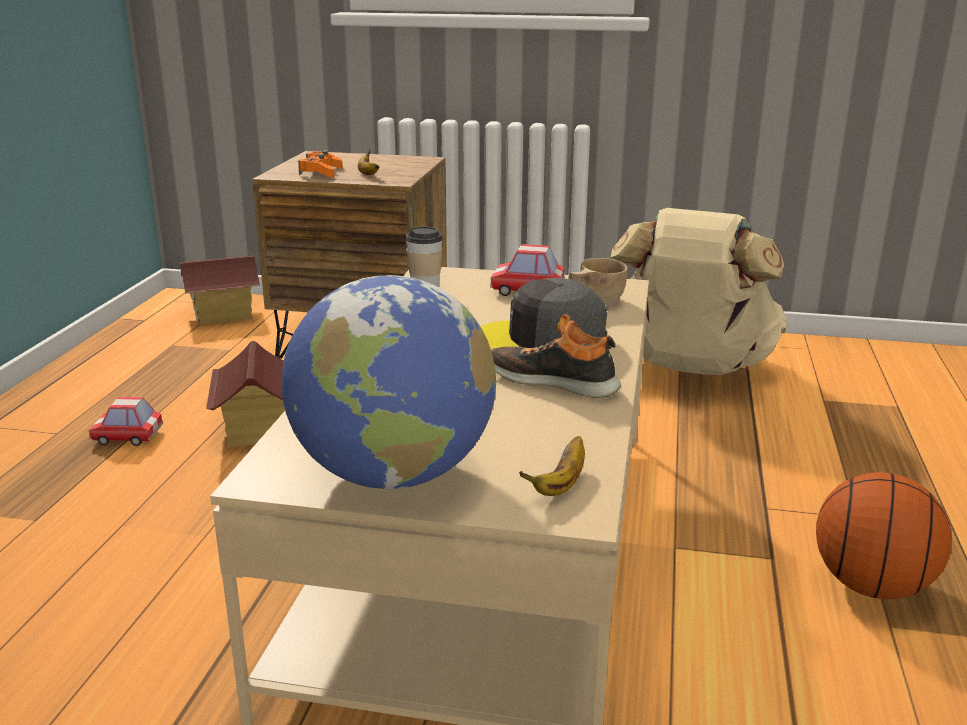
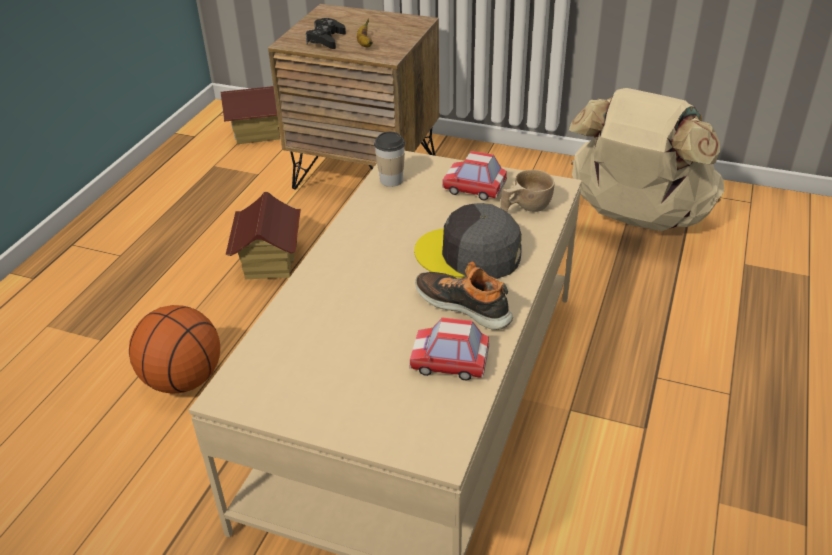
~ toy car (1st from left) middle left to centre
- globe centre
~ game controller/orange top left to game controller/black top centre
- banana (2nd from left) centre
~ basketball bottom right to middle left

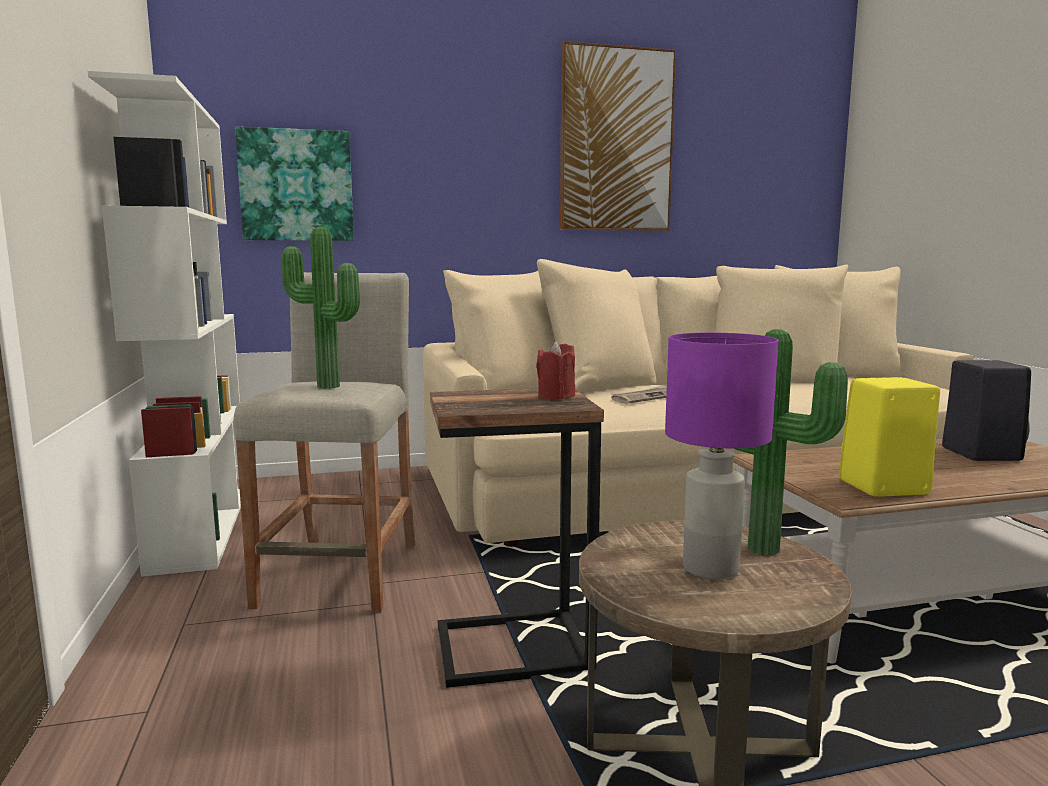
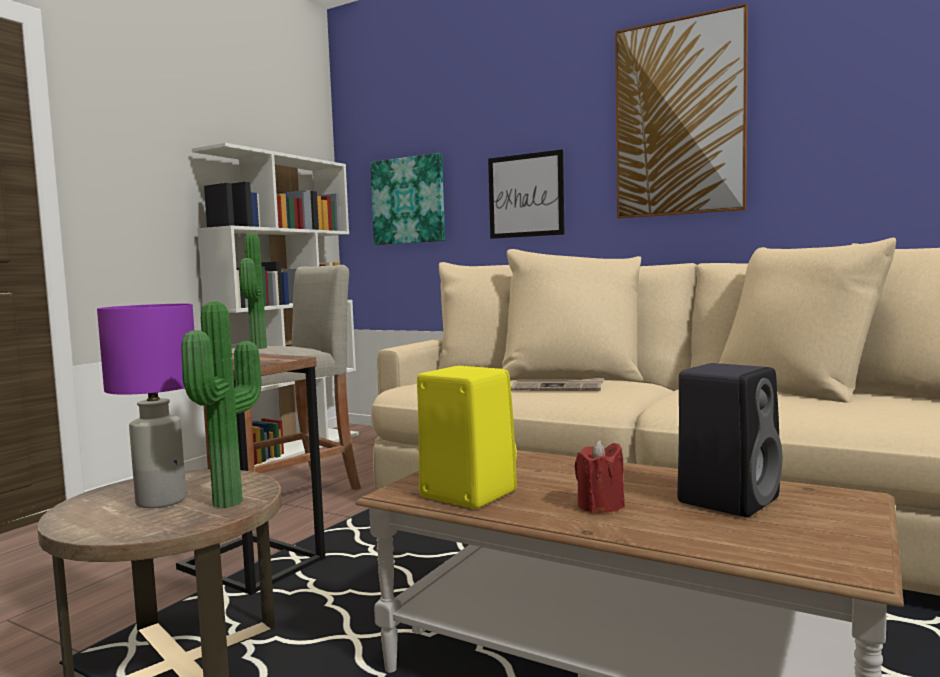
~ candle/red centre to bottom centre
+ picture (2nd from left) top centre

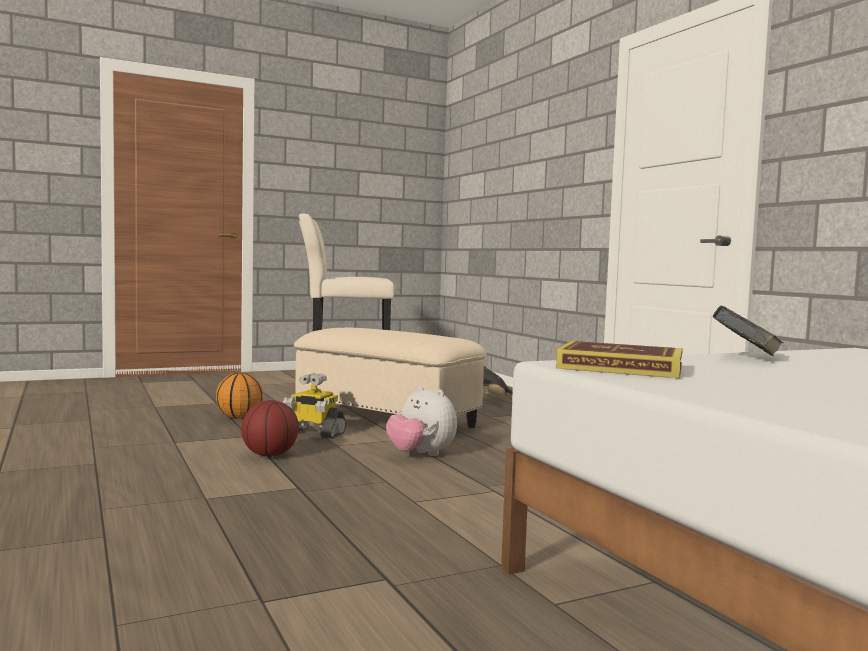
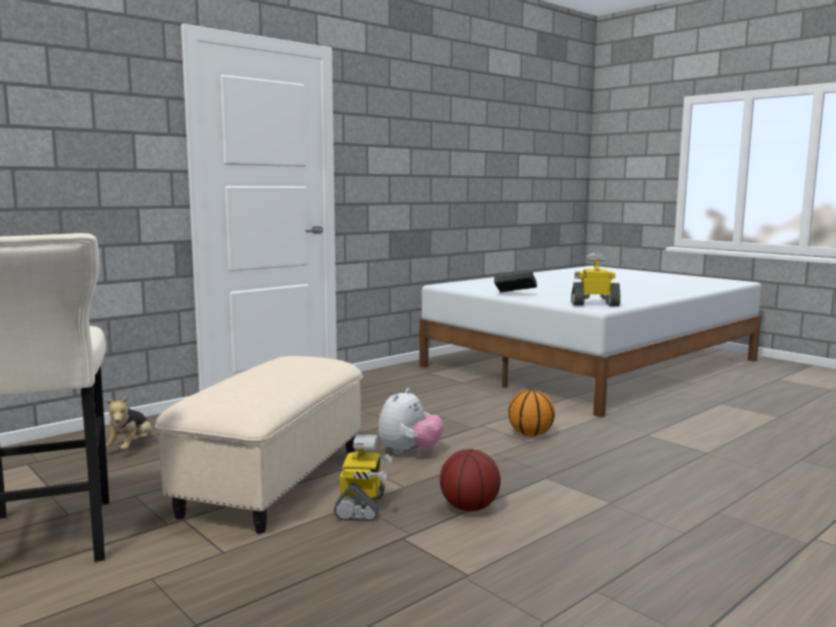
~ basketball (1st from left in the first image) middle left to basketball (2nd from left) centre
~ book (1st from left) middle right to toy robot (2nd from left) middle right

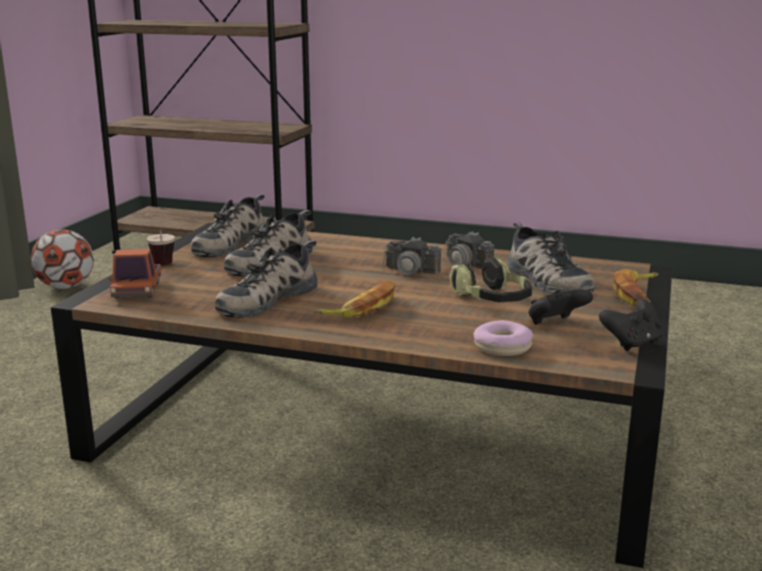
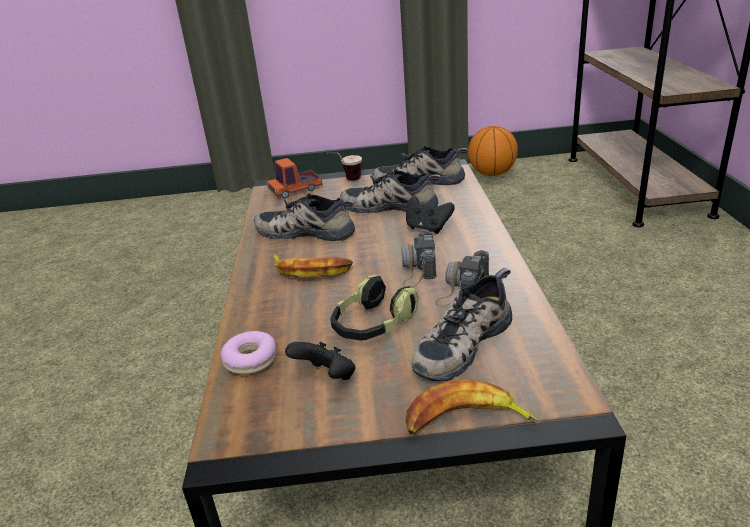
~ football middle left to basketball top centre
~ game controller/black (2nd from left) middle right to centre

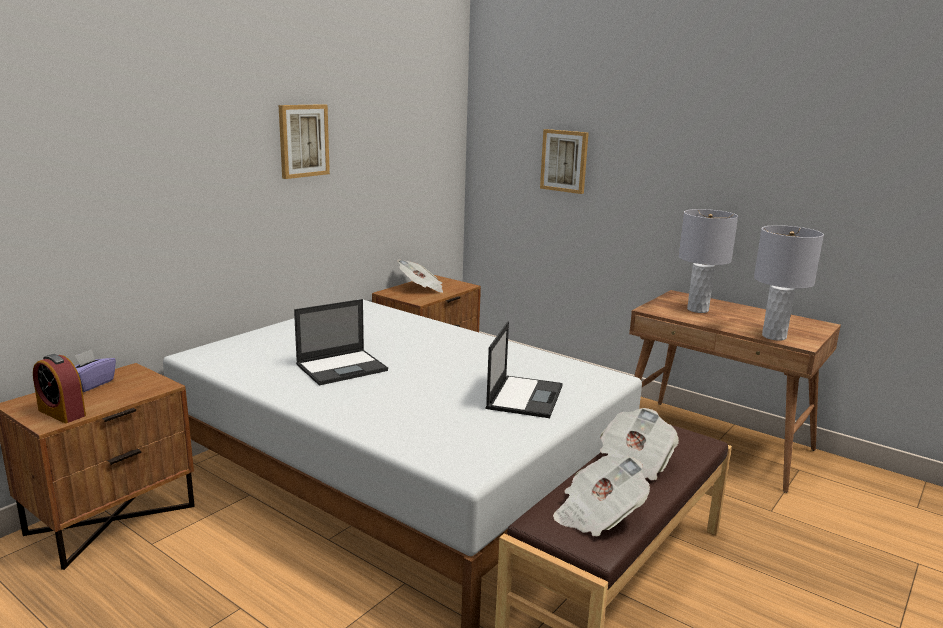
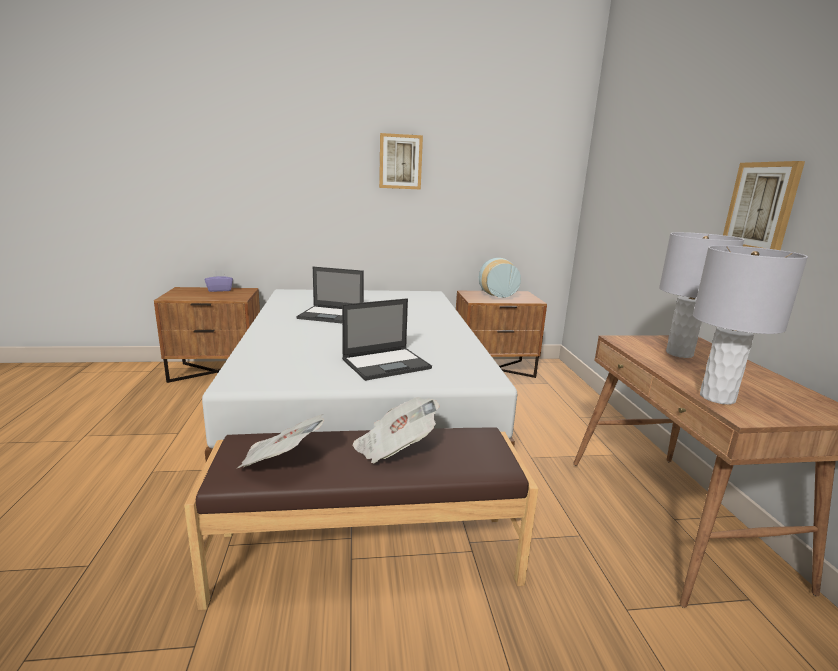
- alarm clock middle left
~ newspaper (1st from left) centre to vase centre
~ picture (2nd from left) top centre to top right

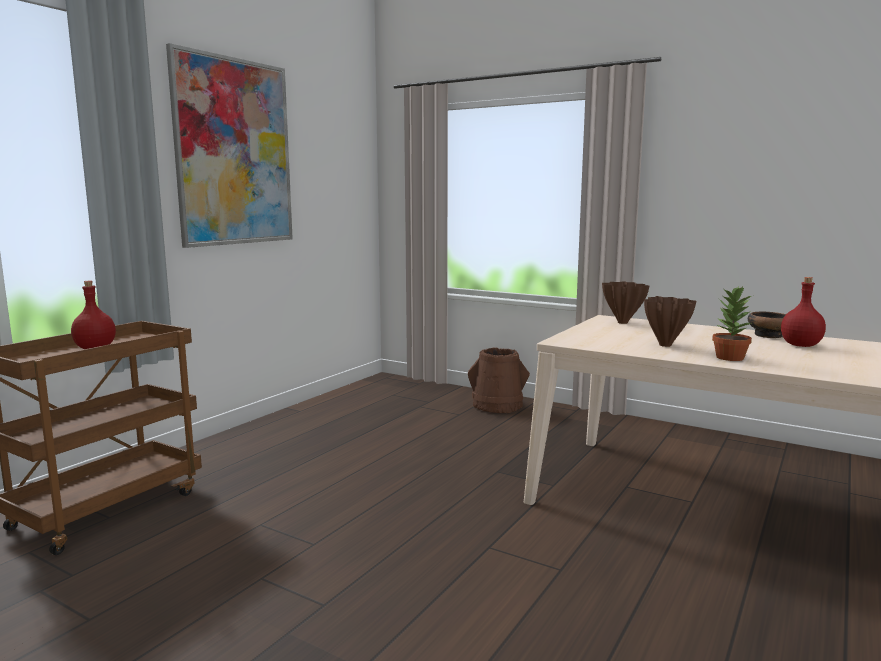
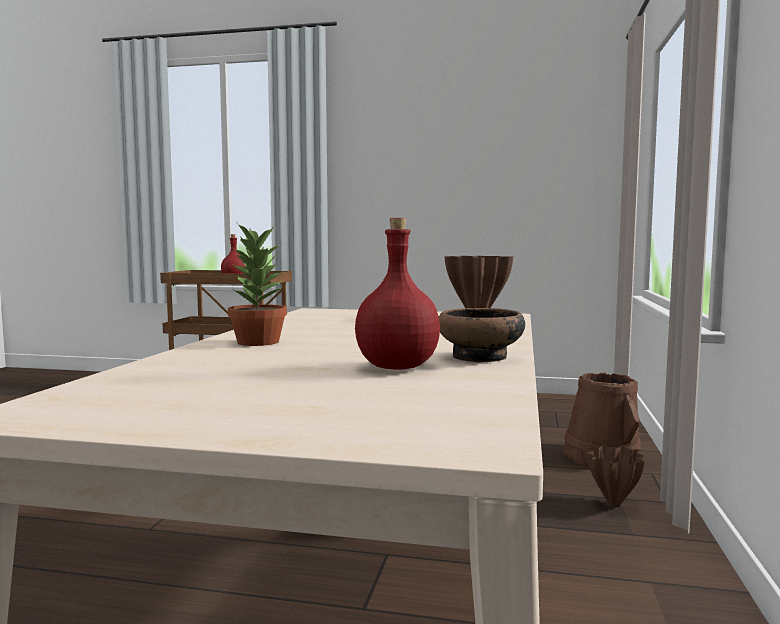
- picture top left
~ vase/brown (2nd from left) middle right to bottom right

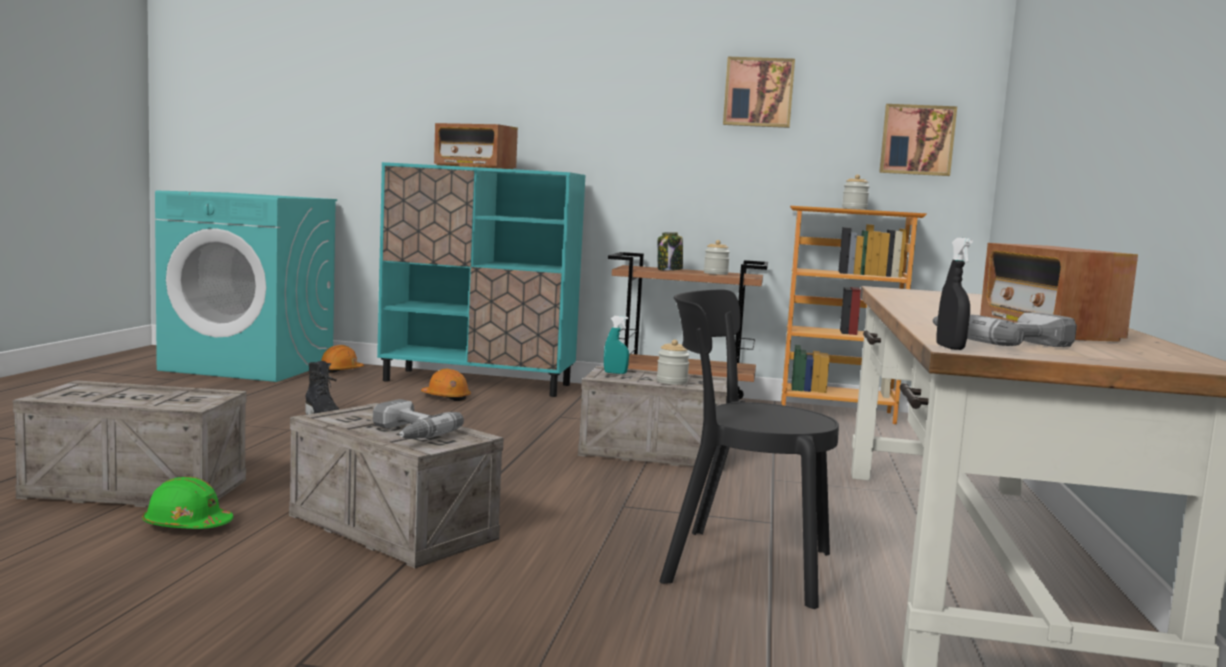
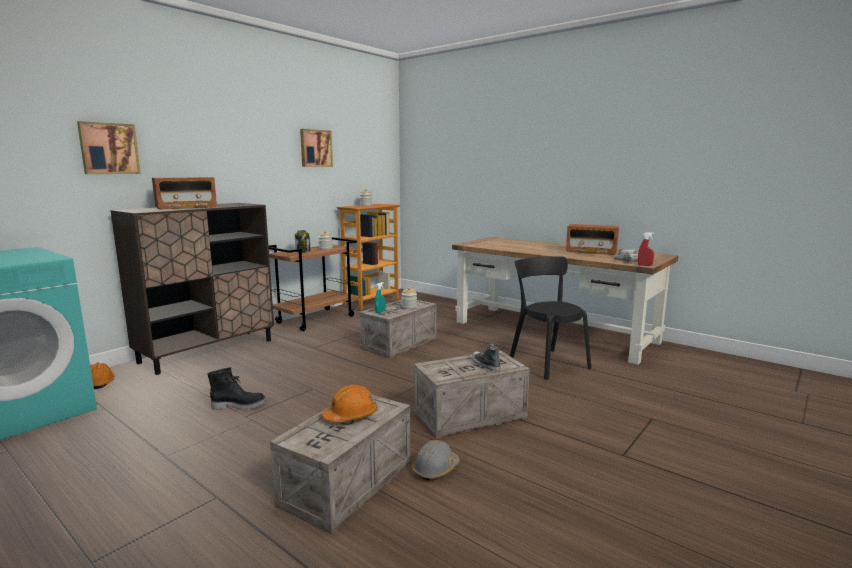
~ hard hat/green bottom left to hard hat/grey bottom centre
~ power drill (1st from left) centre to shoe centre
~ cabinet/turquoise centre to cabinet/brown middle left
~ hard hat/orange (2nd from left) centre to bottom centre
~ chair/black bottom centre = centre 105 degrees clockwise
~ picture (2nd from left in the first image) top right to picture (1st from left) top left
~ spray bottle/black middle right to spray bottle/red middle right

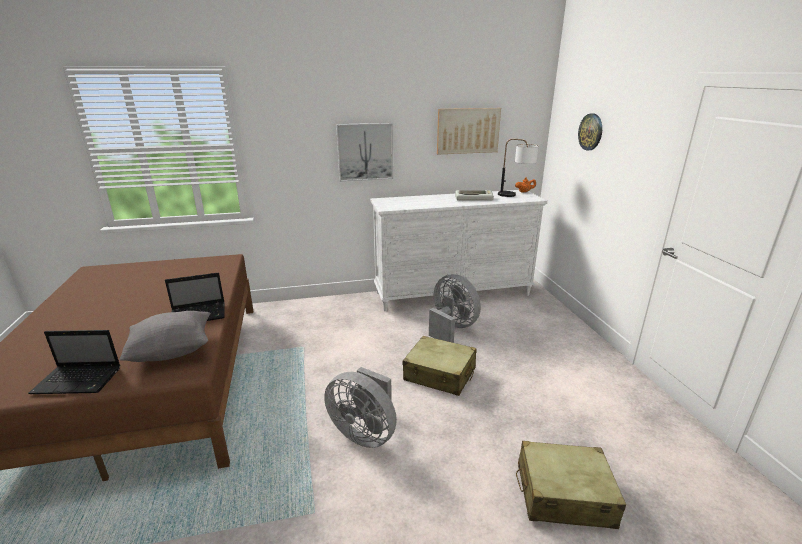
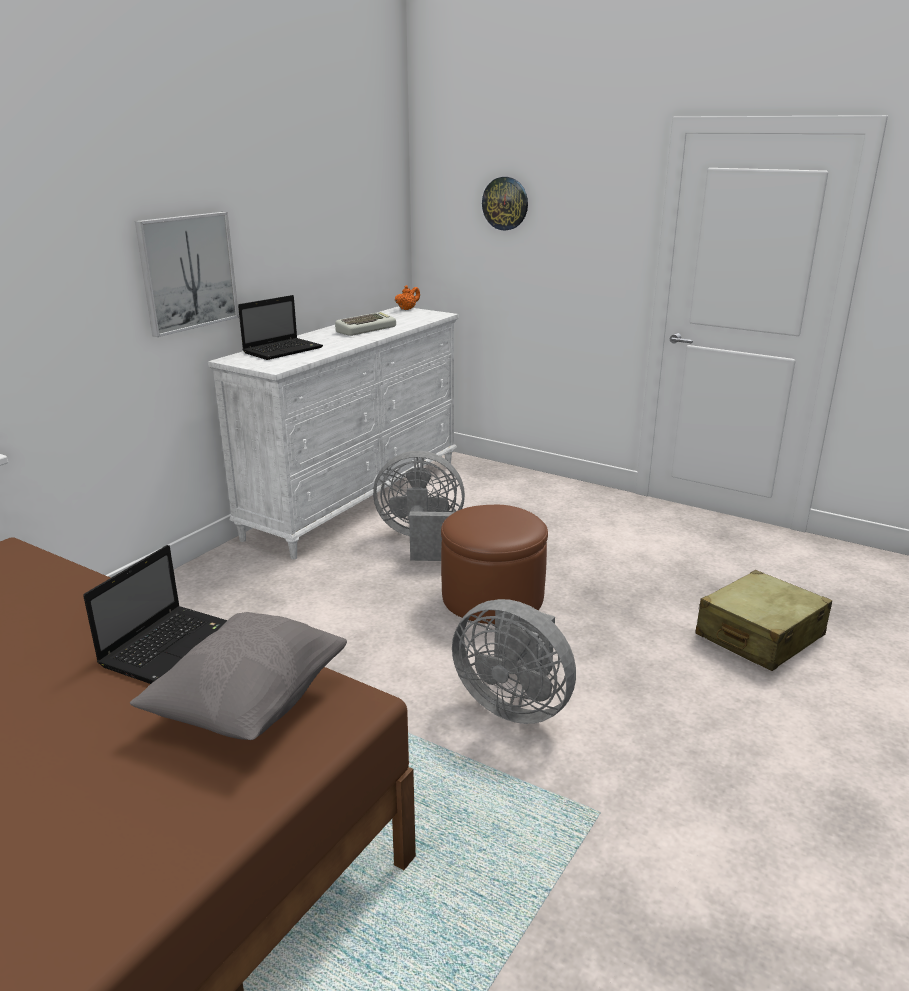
~ laptop (1st from left in the first image) middle left to laptop (2nd from left) top left
~ fan/grey (1st from left in the first image) bottom centre = bottom centre 45 degrees clockwise
~ suitcase/beige (1st from left) bottom centre to ottoman/brown centre
- picture (2nd from left) top centre
- table lamp top centre

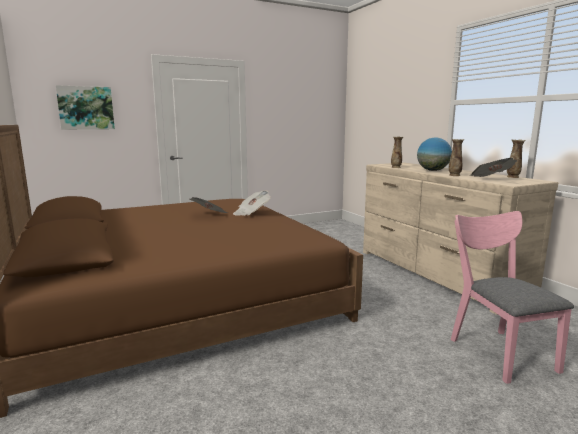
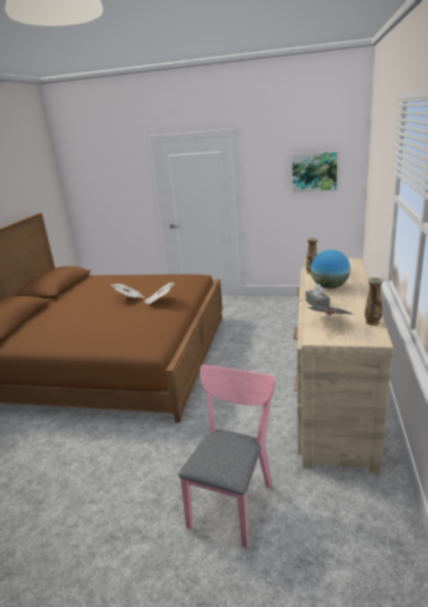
~ picture top left to top right
~ vase (2nd from left) middle right to tissue box/grey middle right

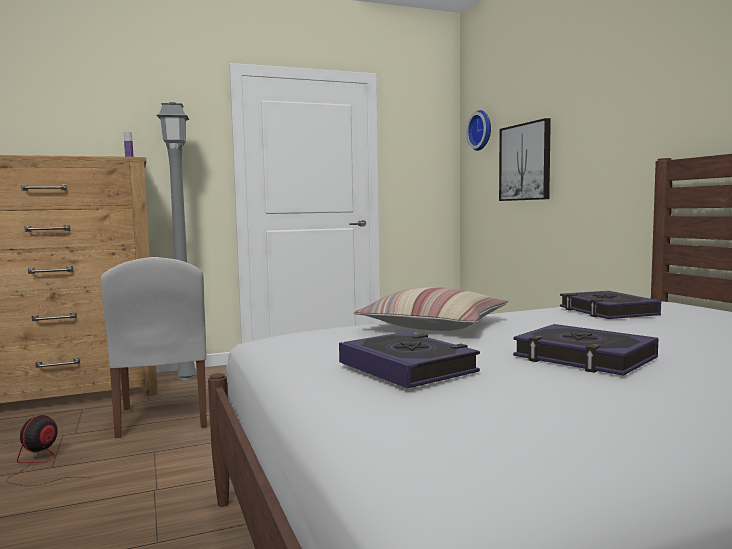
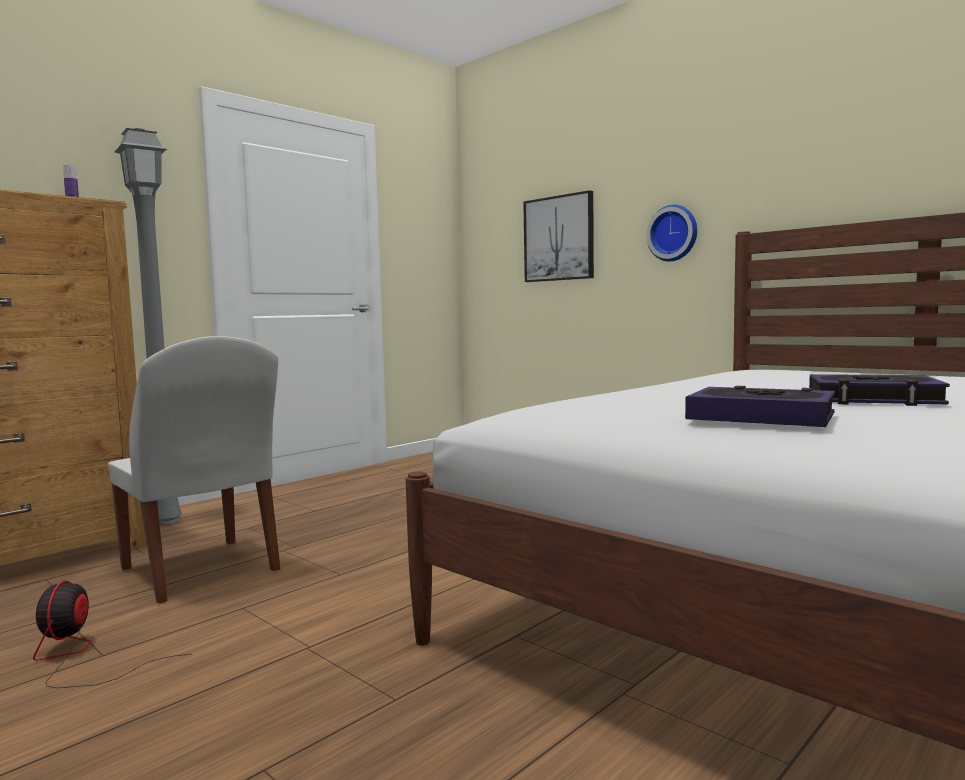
- pillow centre
~ wall clock top centre to top right
- book (3rd from left) middle right

